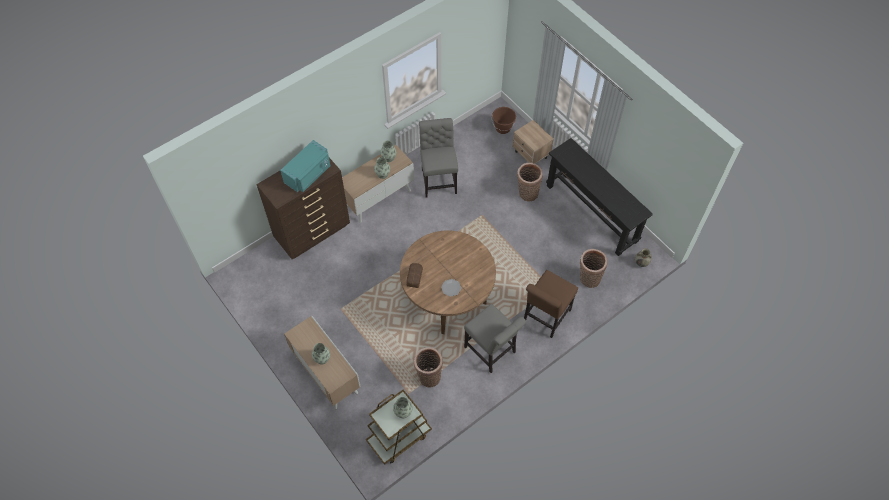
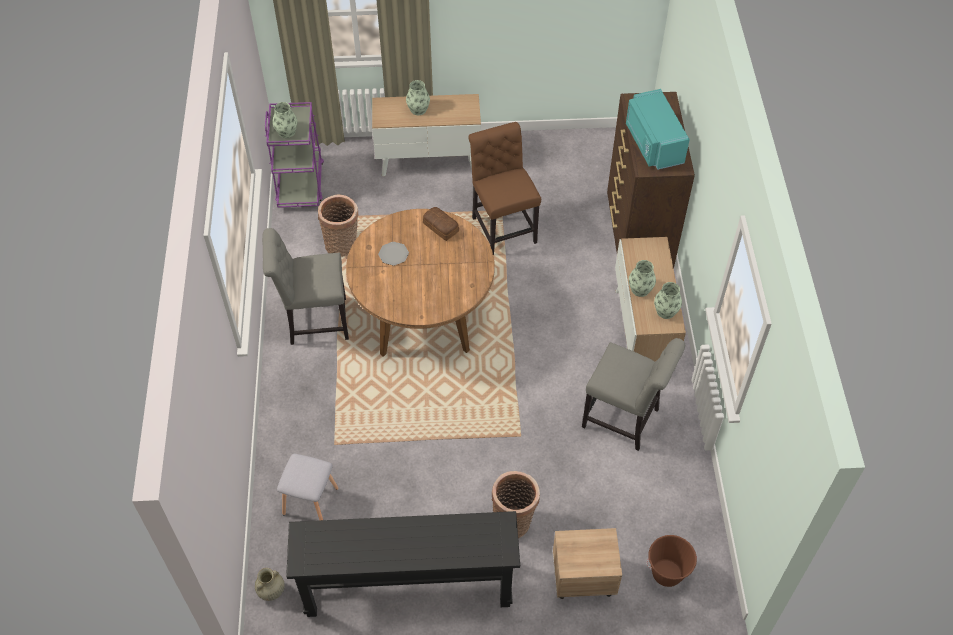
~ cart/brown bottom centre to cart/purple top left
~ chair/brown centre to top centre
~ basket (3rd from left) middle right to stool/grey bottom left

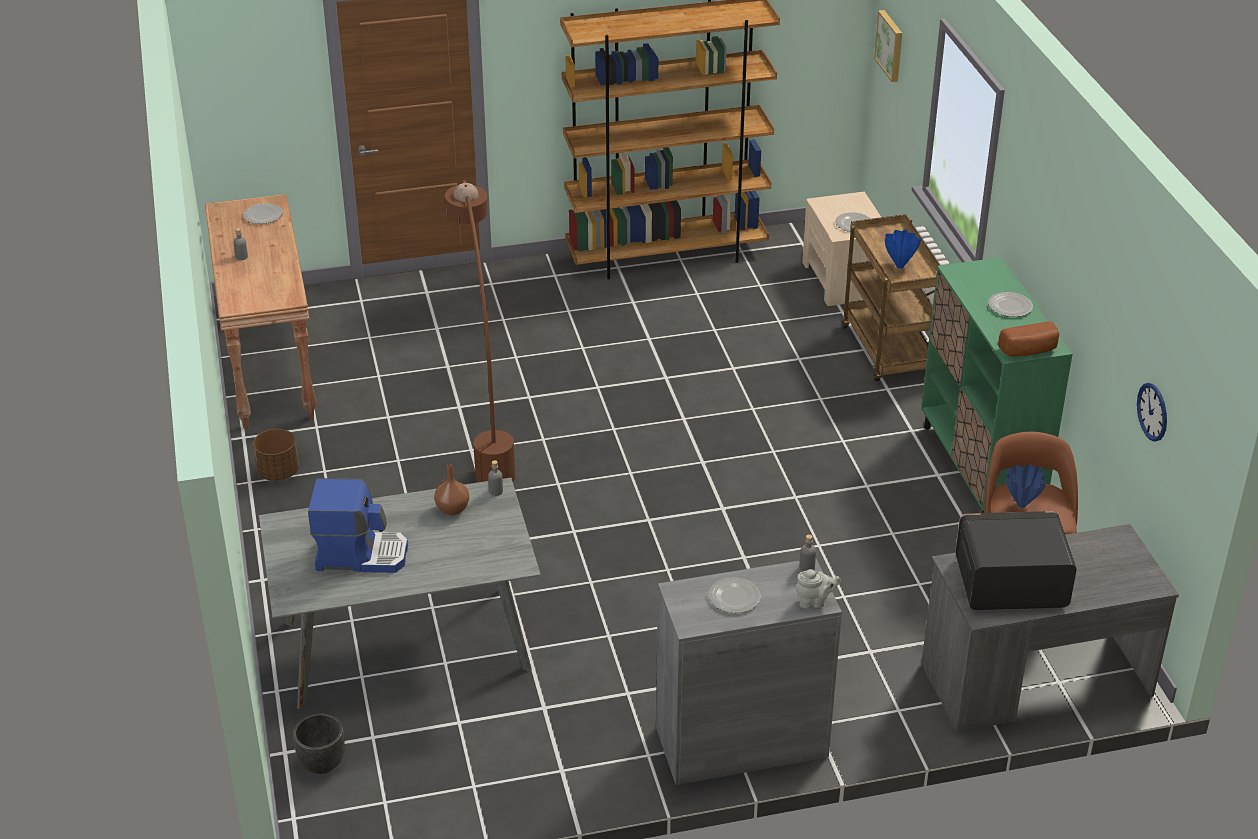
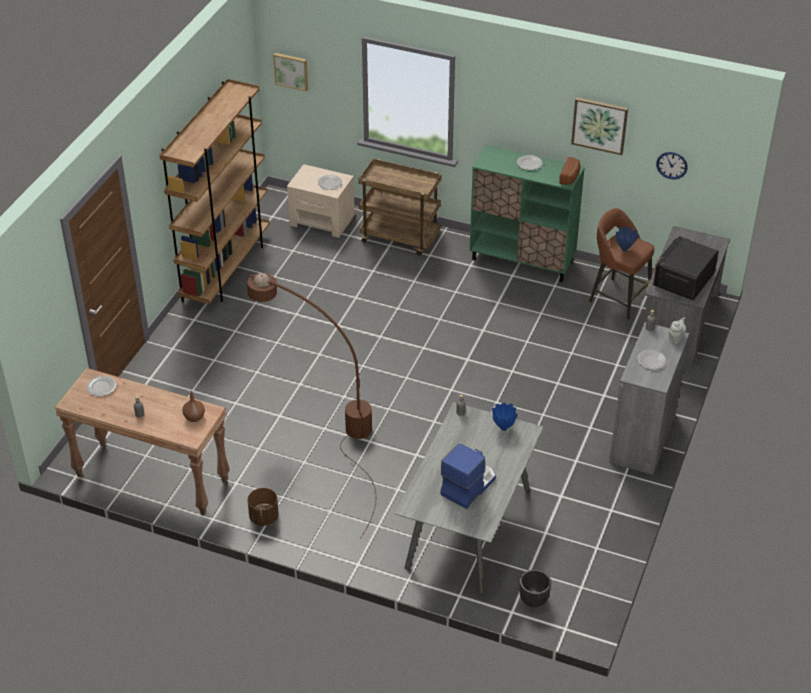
~ vase/brown centre to middle left
~ vase/blue (1st from left) top right to centre
+ picture (2nd from left) top right

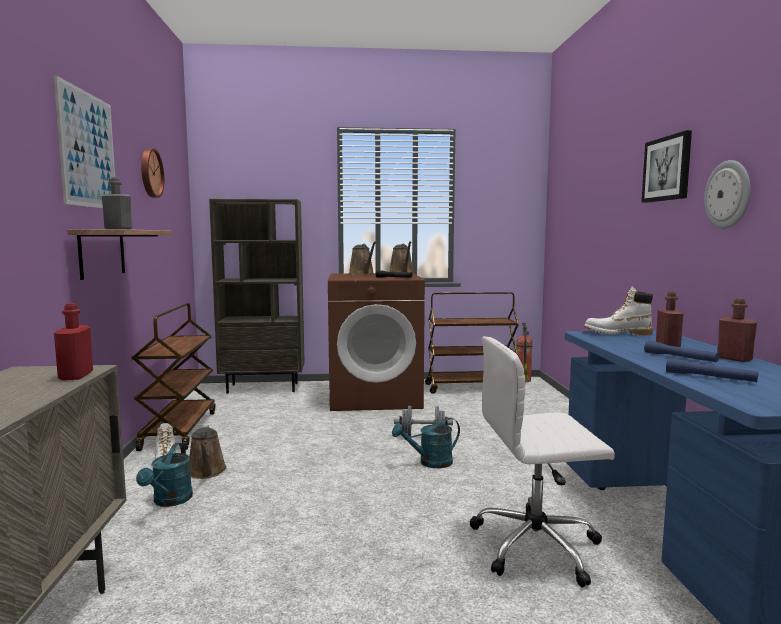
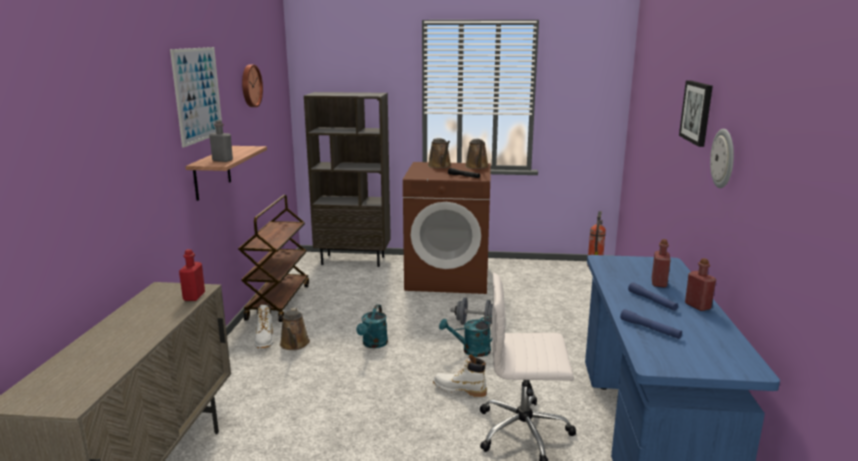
~ watering can/turquoise (1st from left) bottom left to bottom centre
- cart/brown (2nd from left) centre
~ boot/white (2nd from left) middle right to bottom centre

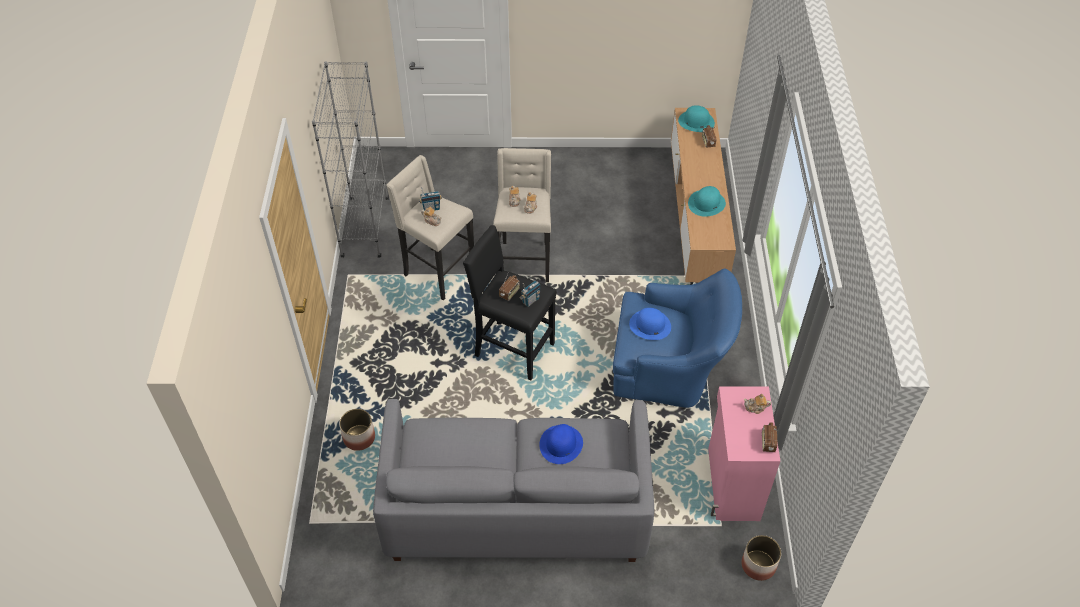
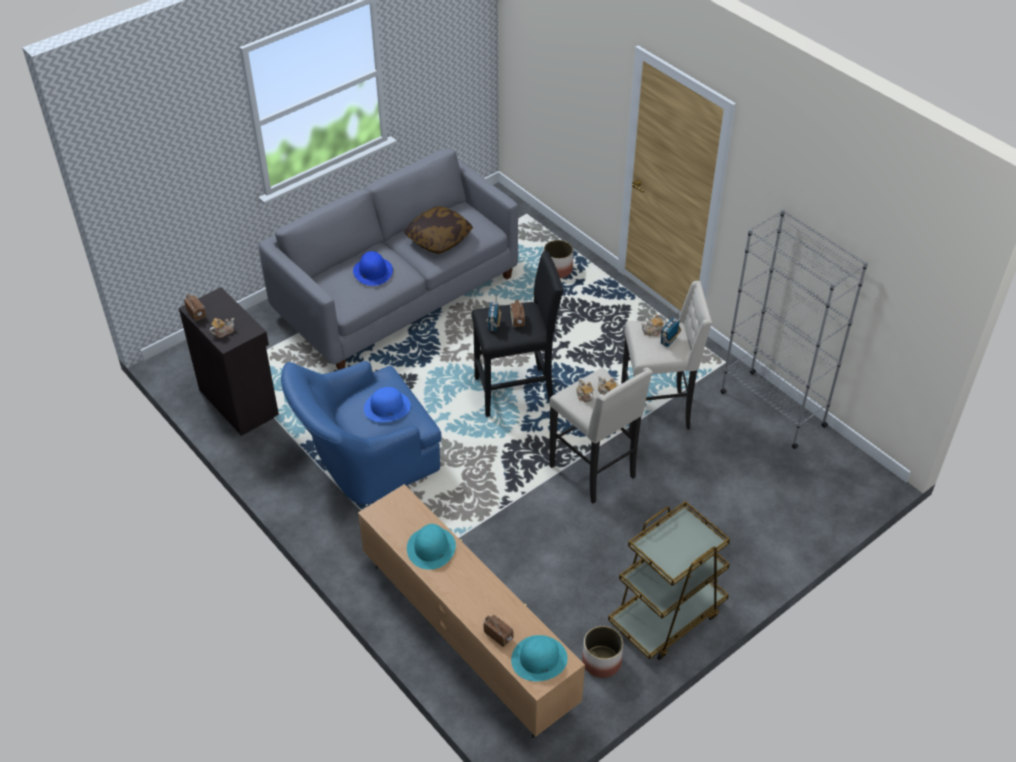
~ cabinet/pink bottom right to cabinet/black middle left
~ planter (2nd from left) bottom right to bottom centre
+ pillow top centre
+ cart/brown bottom centre

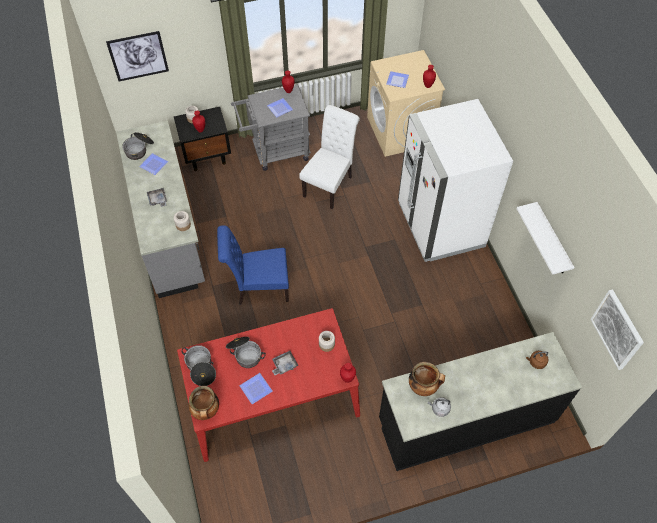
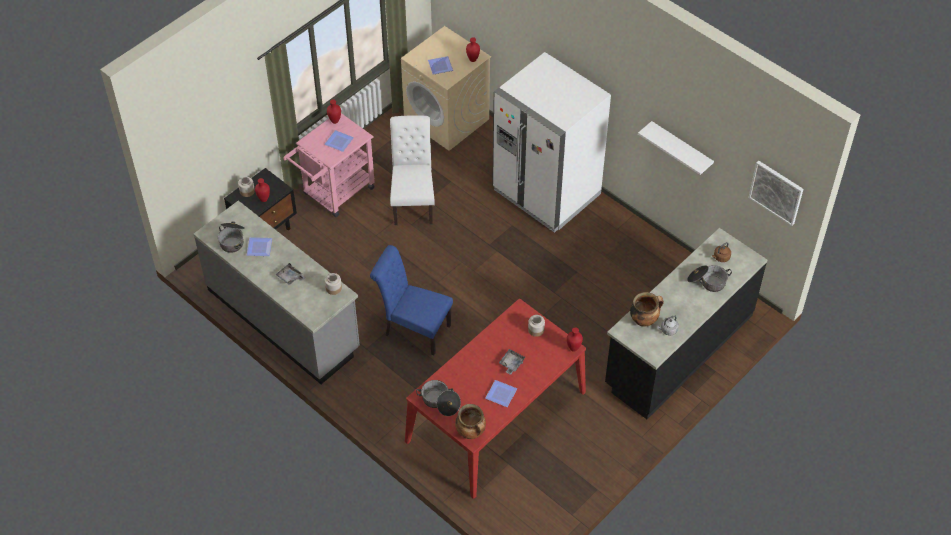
- picture (1st from left) top left
~ chair/blue centre = centre 60 degrees clockwise
~ cooking pot (4th from left in the first image) bottom centre to cooking pot (5th from left) middle right
~ cart/grey top centre to cart/pink top centre

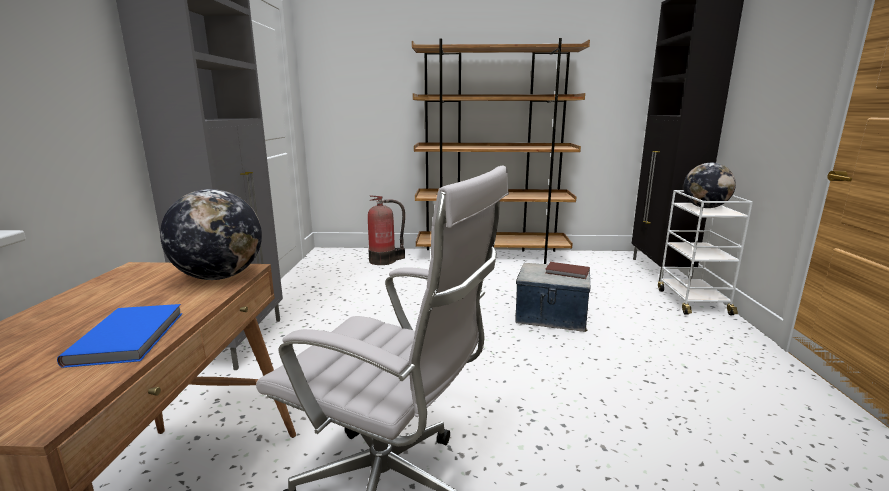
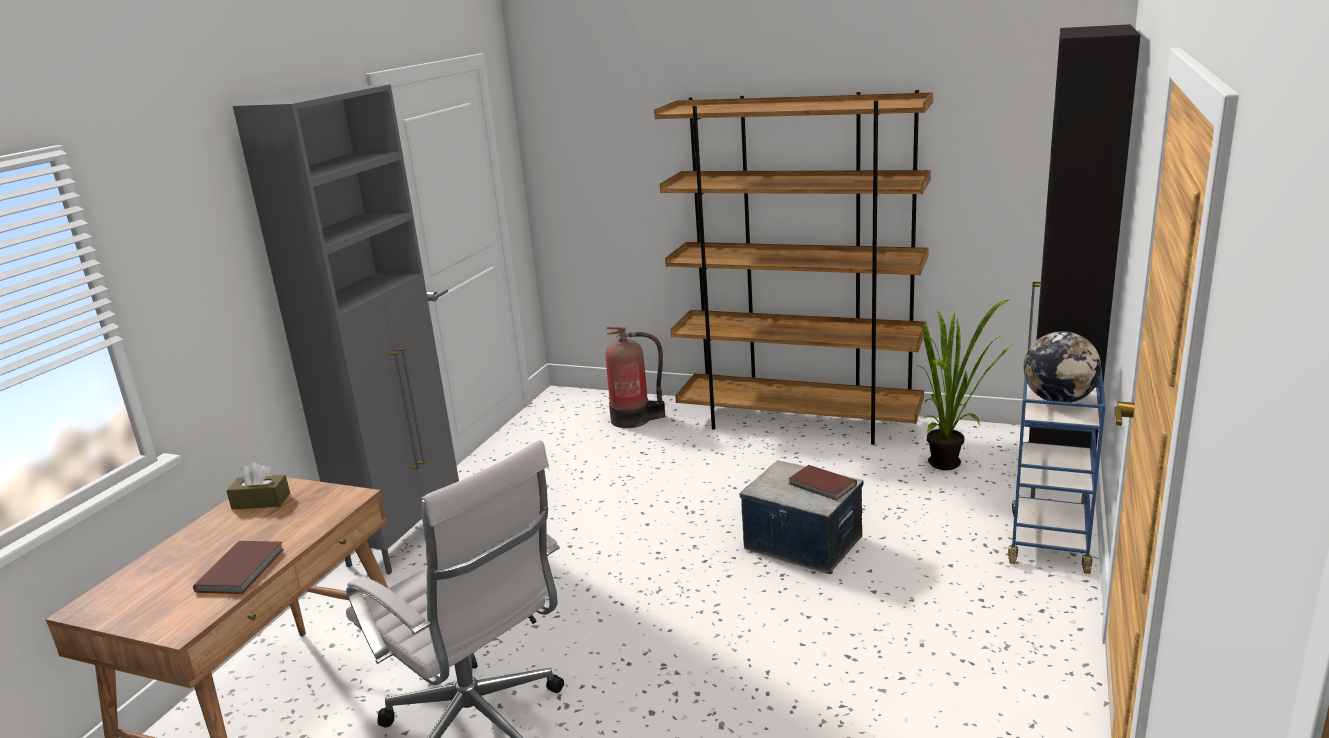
~ book/blue bottom left to book/brown (1st from left) bottom left
- globe (1st from left) middle left
~ cart/white middle right to cart/blue middle right
+ tissue box/brown middle left
+ potted plant middle right

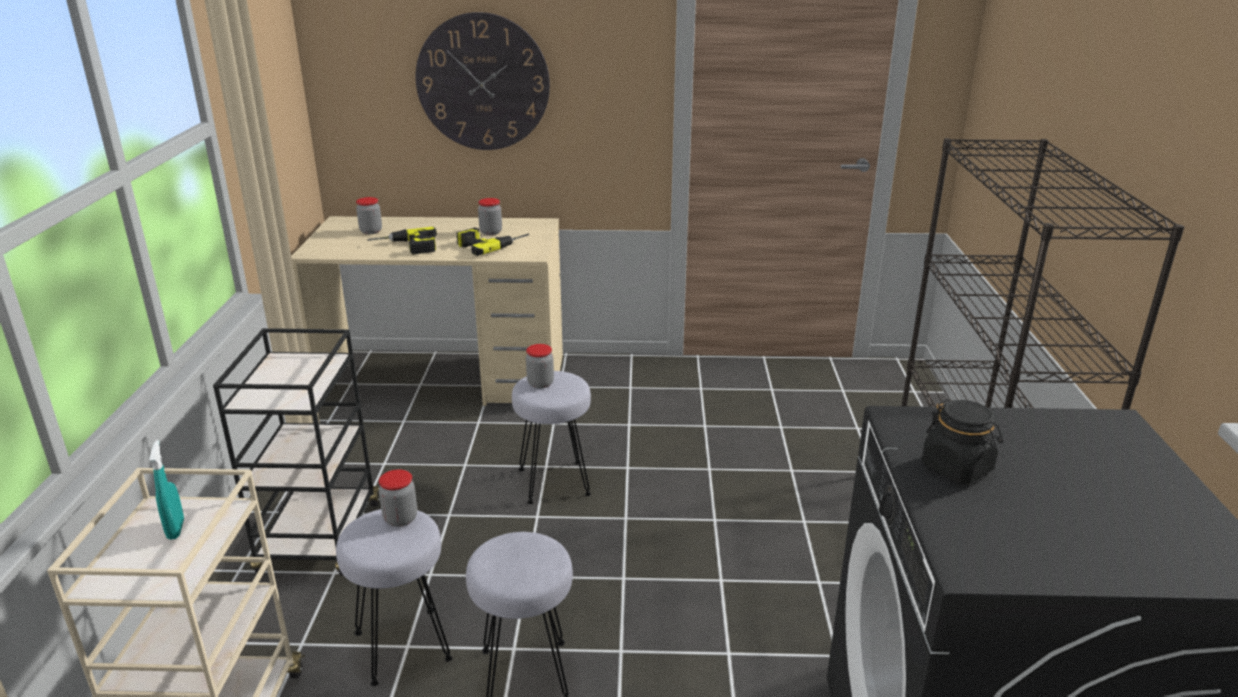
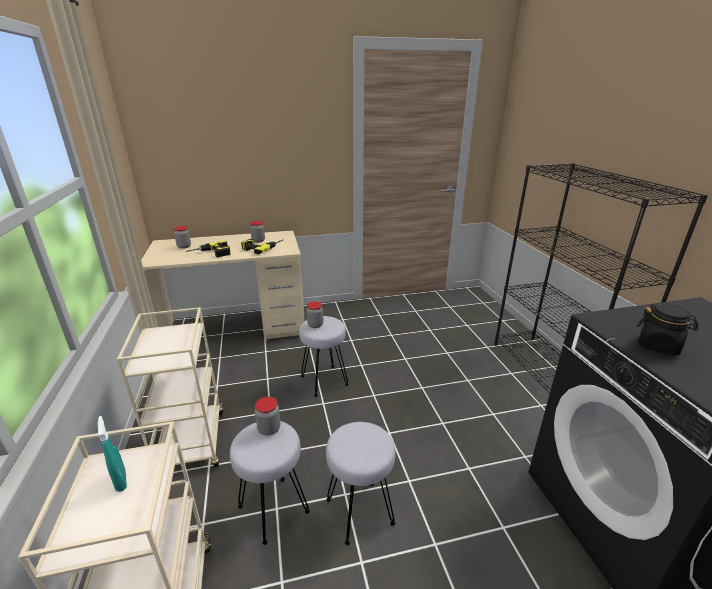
~ cart/black middle left to cart/beige (2nd from left) middle left
- wall clock top centre

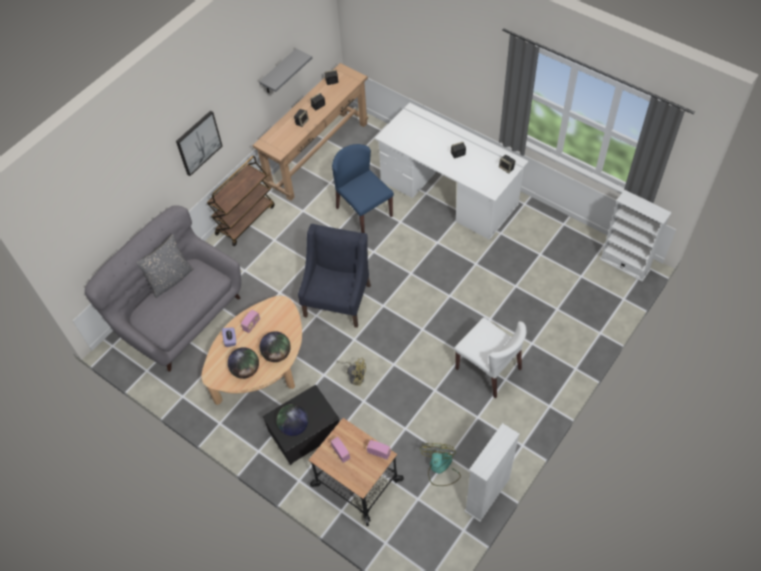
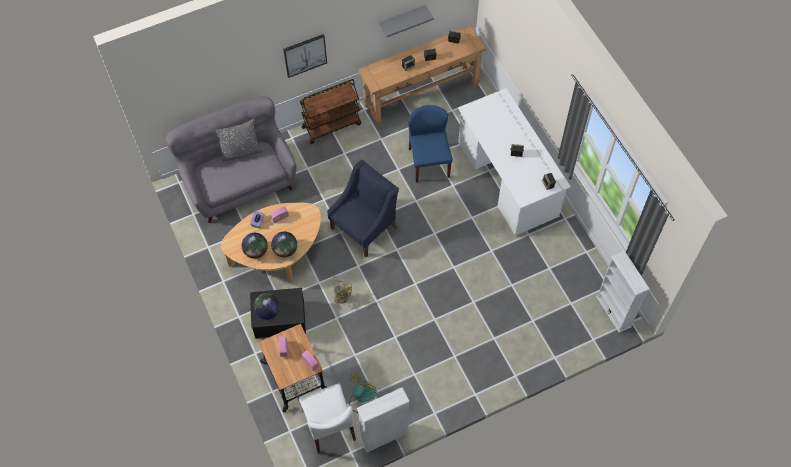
~ chair/white centre to bottom centre

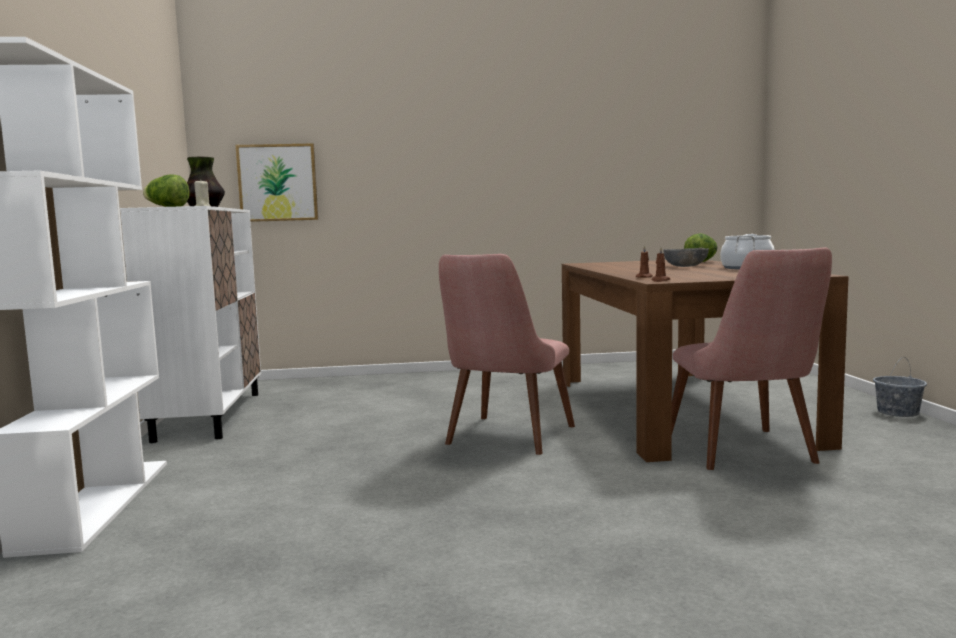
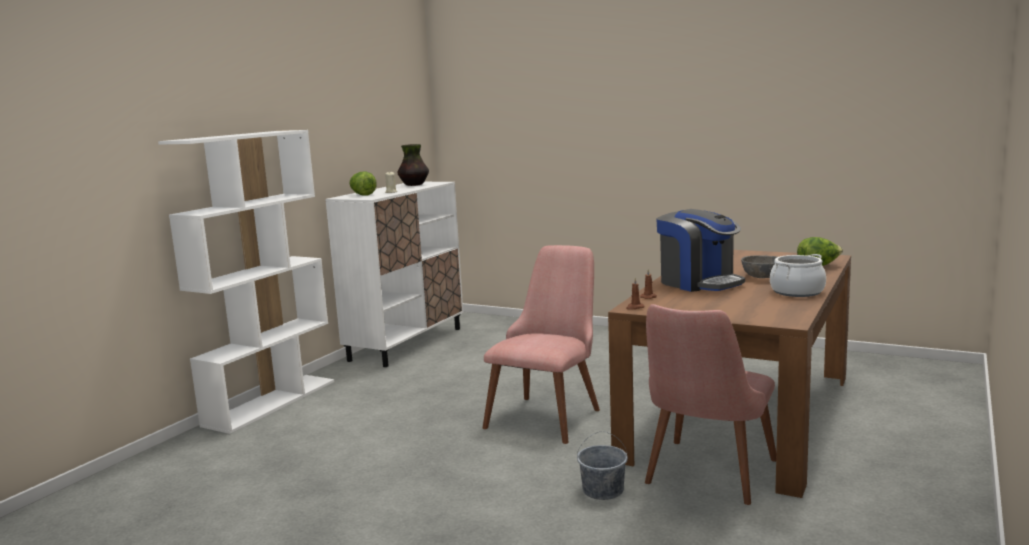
- picture top left
~ chair/pink (1st from left) centre = centre 150 degrees clockwise
~ bucket/grey middle right to bottom centre
+ coffee machine middle right

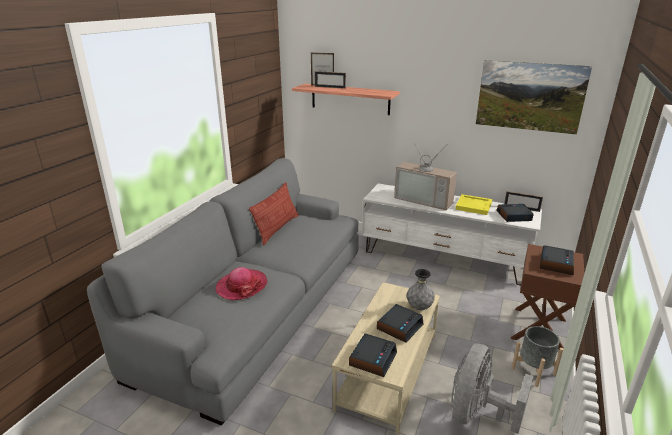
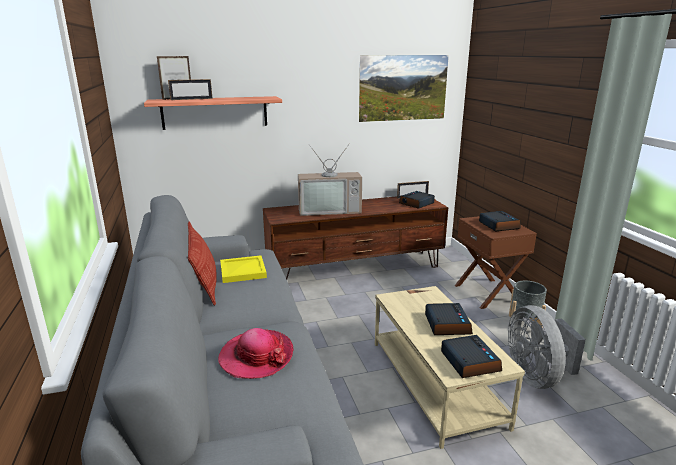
~ tv stand/white middle right to tv stand/brown centre
- vase/grey centre
~ tray/yellow middle right to centre

